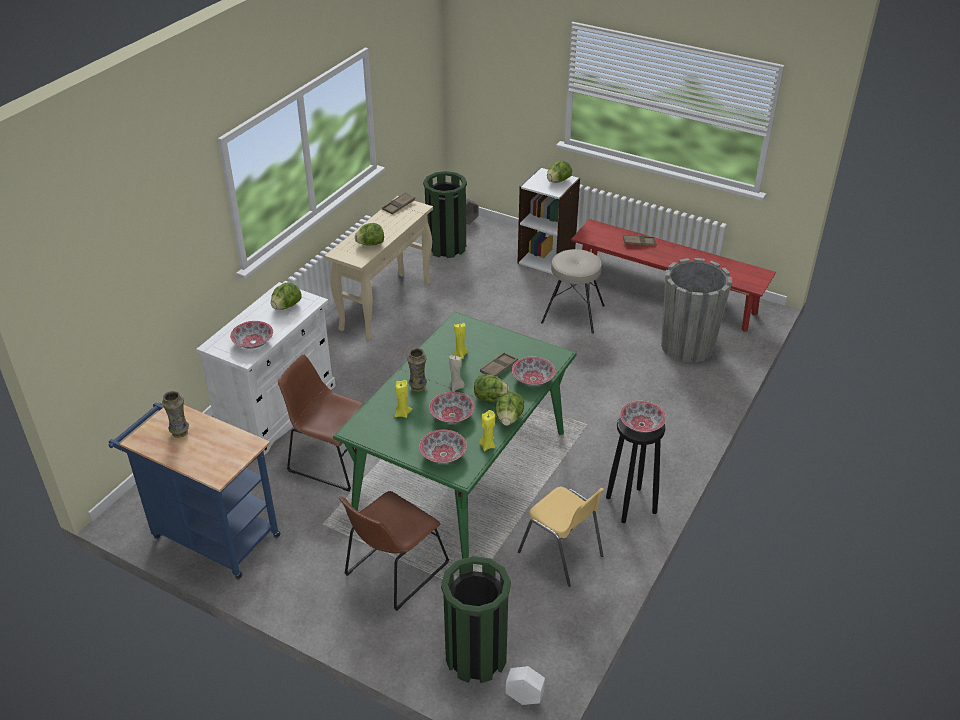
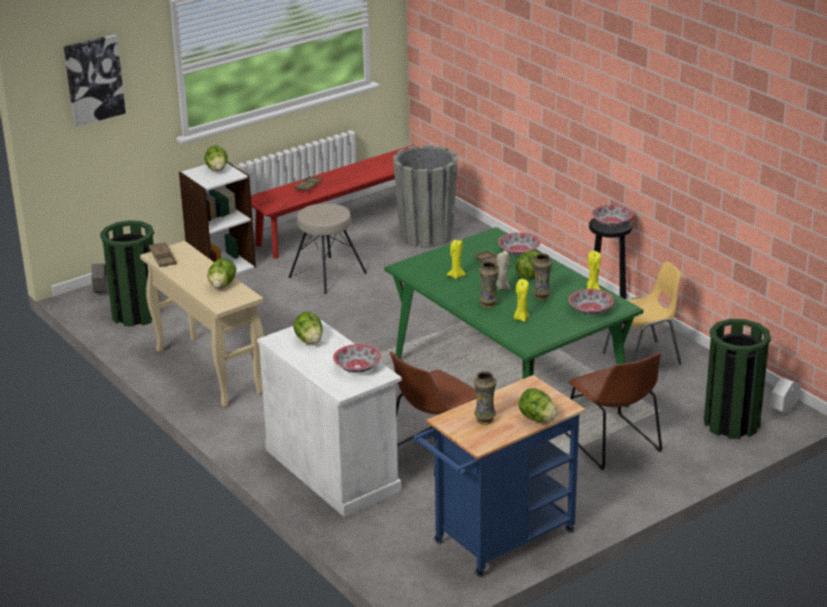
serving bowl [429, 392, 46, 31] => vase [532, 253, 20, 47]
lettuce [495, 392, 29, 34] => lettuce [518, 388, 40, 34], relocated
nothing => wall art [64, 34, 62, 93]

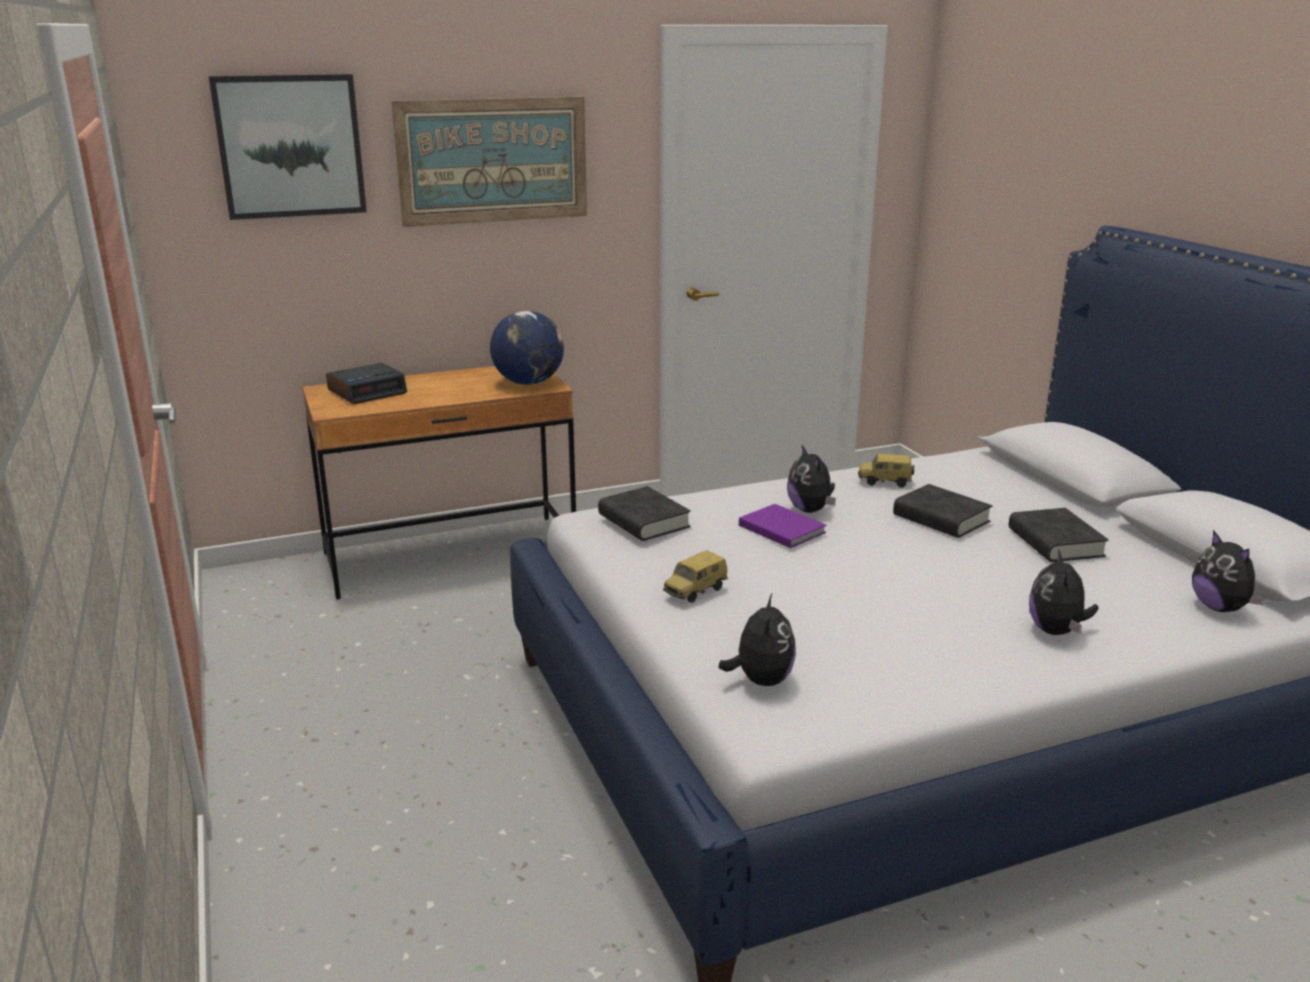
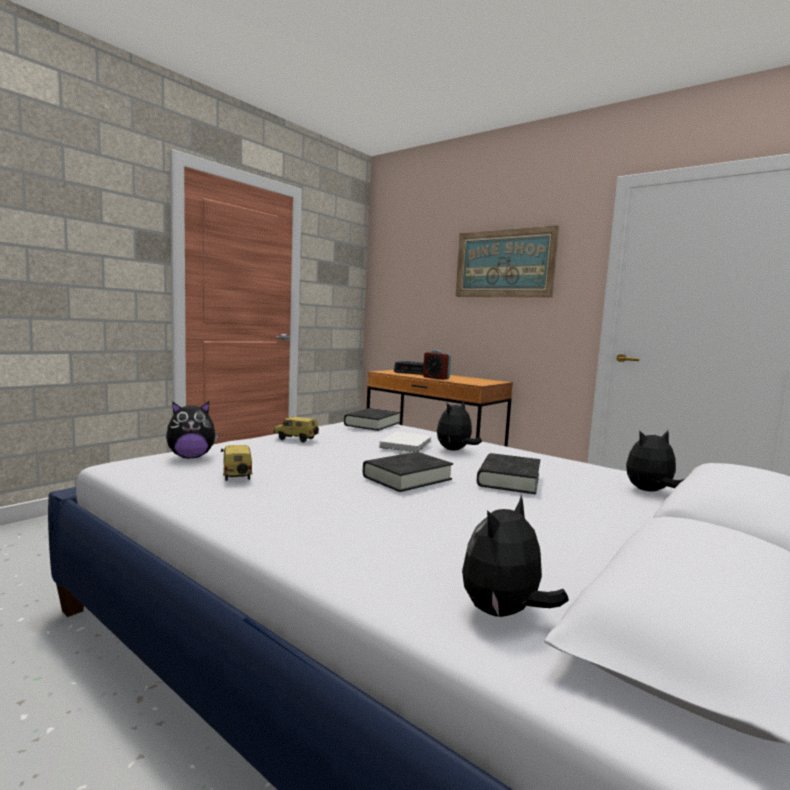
wall art [209, 74, 158, 146] => nothing
desk globe [490, 311, 74, 74] => nothing
purple volume [739, 504, 88, 44] => whitish volume [379, 432, 53, 20]
model car [858, 454, 56, 34] => model car [221, 445, 32, 36], relocated
blackish volume [1009, 508, 99, 54] => blackish volume [363, 452, 90, 40], relocated
cuddly toy [1029, 549, 69, 86] => cuddly toy [626, 430, 59, 62], relocated
nothing => bedside clock [423, 350, 28, 30]

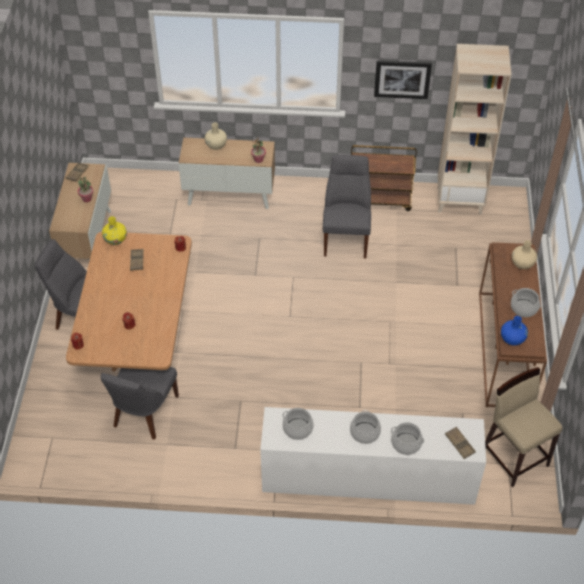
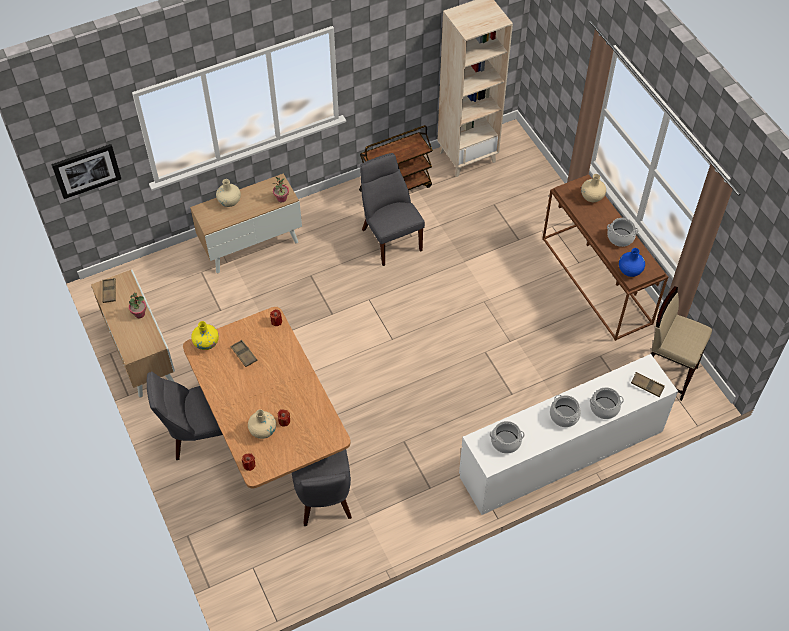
wall art [374, 60, 58, 39] => wall art [51, 144, 70, 55], relocated
nothing => beige vase [248, 409, 28, 30]

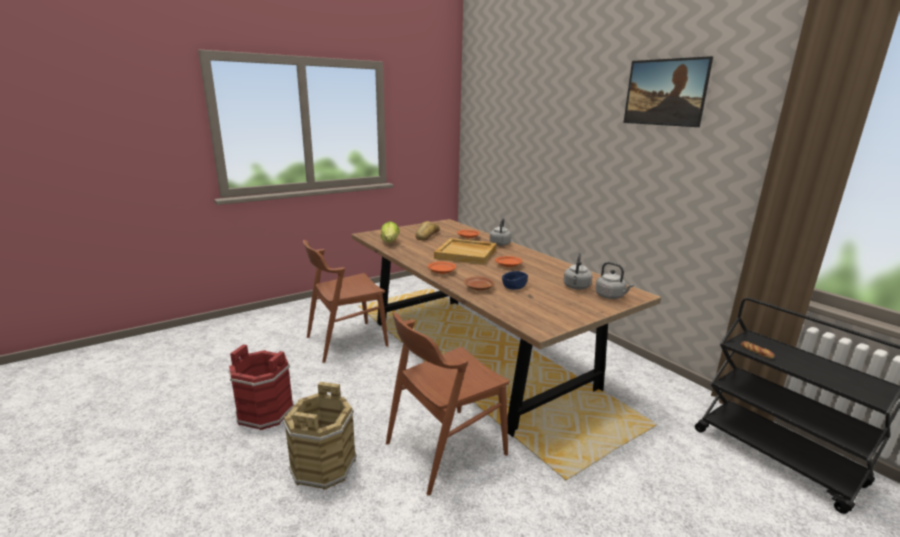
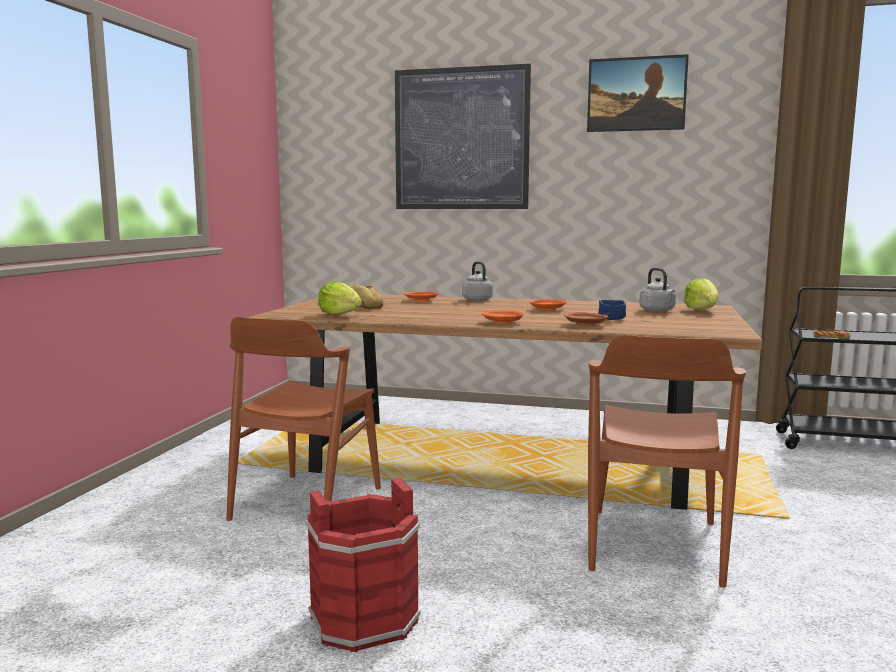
brown bucket [283, 382, 74, 107] => nothing
beige serving tray [434, 238, 62, 27] => nothing
gray water kettle [595, 262, 39, 37] => lettuce [684, 278, 35, 32]
nothing => wall art [395, 64, 136, 145]

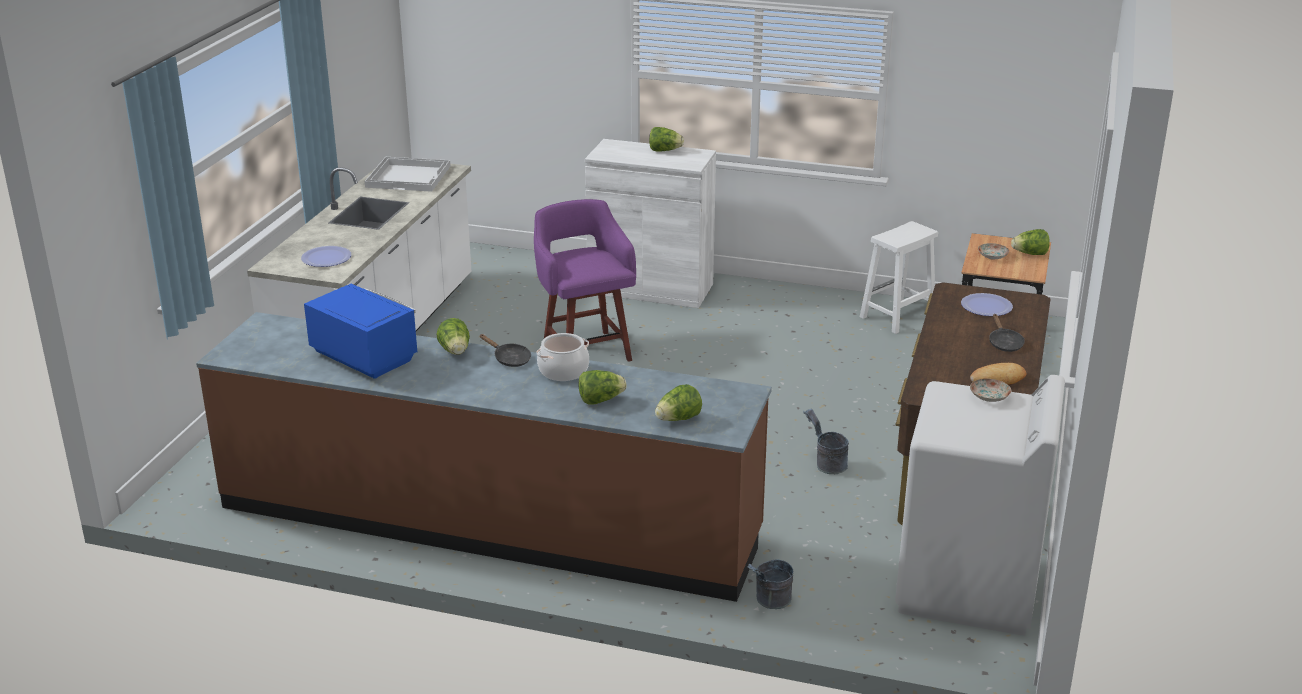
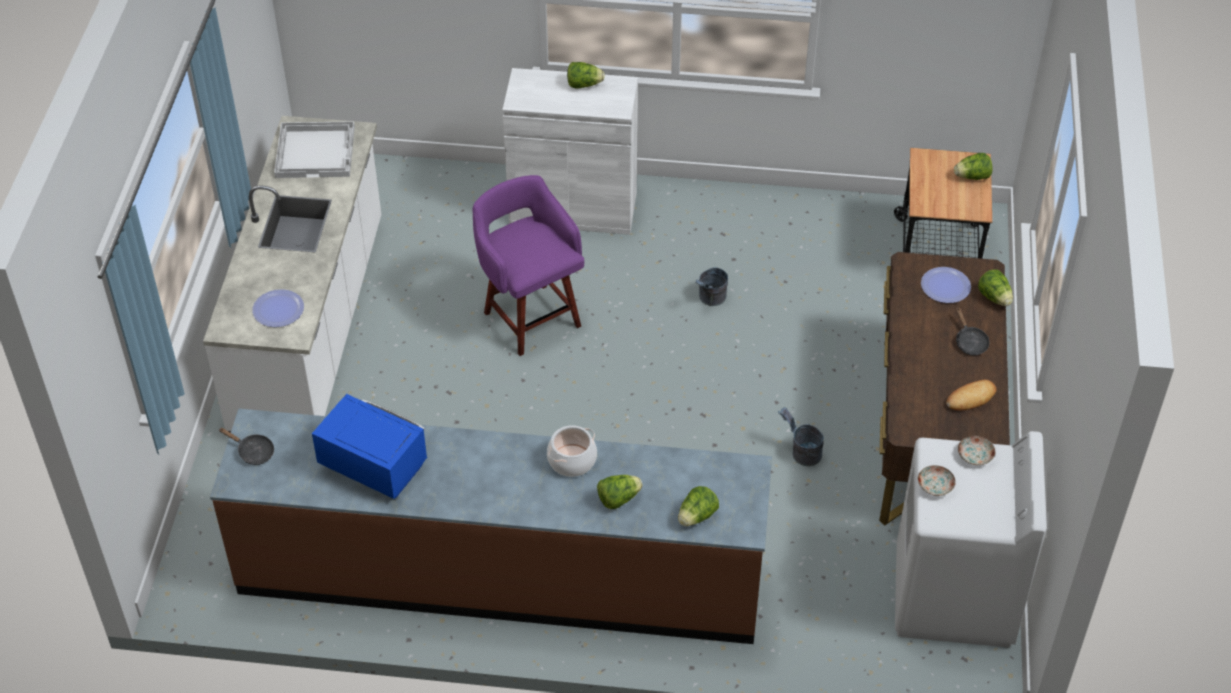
lettuce [436, 318, 34, 37] => lettuce [978, 269, 35, 37], relocated
blackish pan [480, 334, 51, 33] => blackish pan [219, 428, 55, 37], relocated
gray bucket [747, 560, 46, 49] => gray bucket [695, 267, 33, 39], relocated
whitish stool seat [860, 221, 78, 113] => nothing
plate [978, 243, 31, 17] => plate [918, 465, 38, 31], relocated

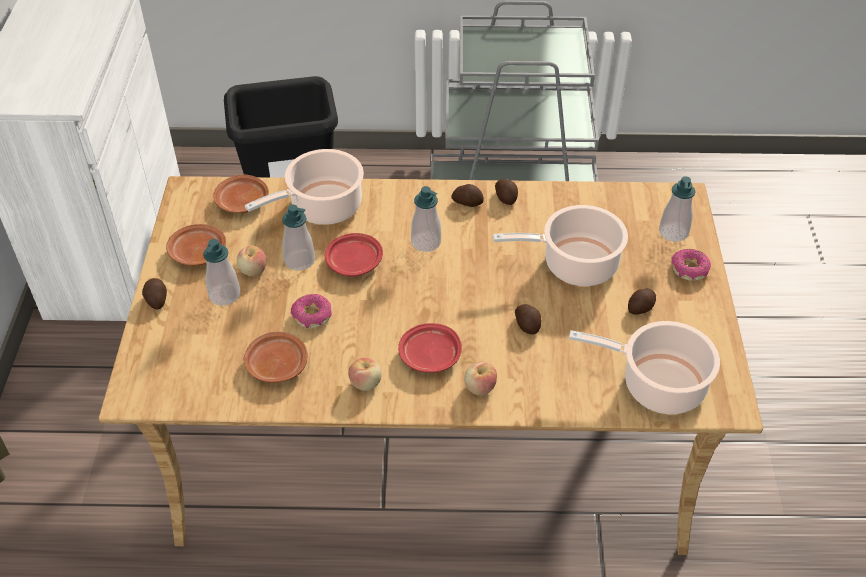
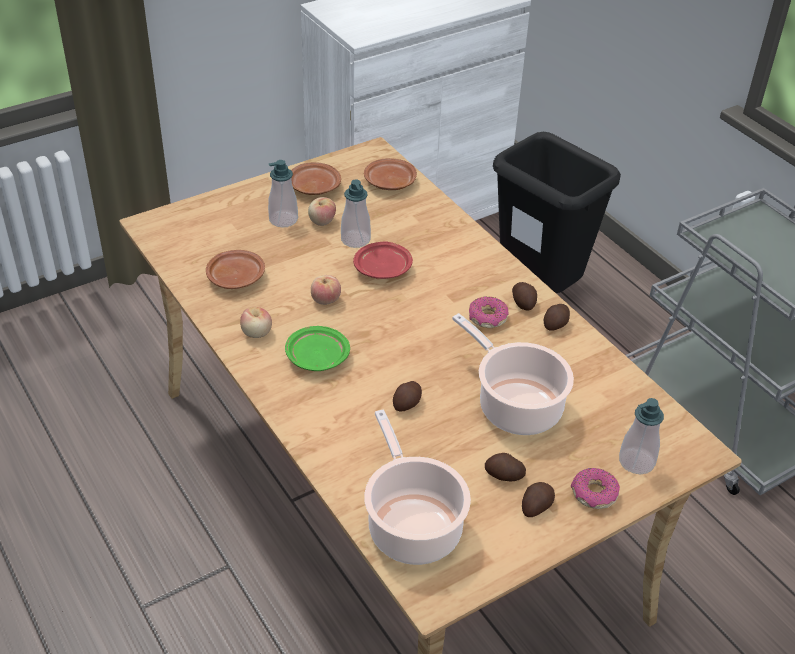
spud [142, 278, 25, 32] => spud [522, 482, 33, 35], relocated
cooking pot [245, 149, 119, 76] => nothing
doughnut [291, 294, 41, 34] => doughnut [469, 296, 40, 32], relocated
reddish plate [398, 323, 64, 50] => green plate [285, 326, 65, 45]
liquid soap bottle [411, 186, 30, 66] => nothing
apple fruit [464, 362, 33, 34] => apple fruit [311, 275, 30, 30], relocated

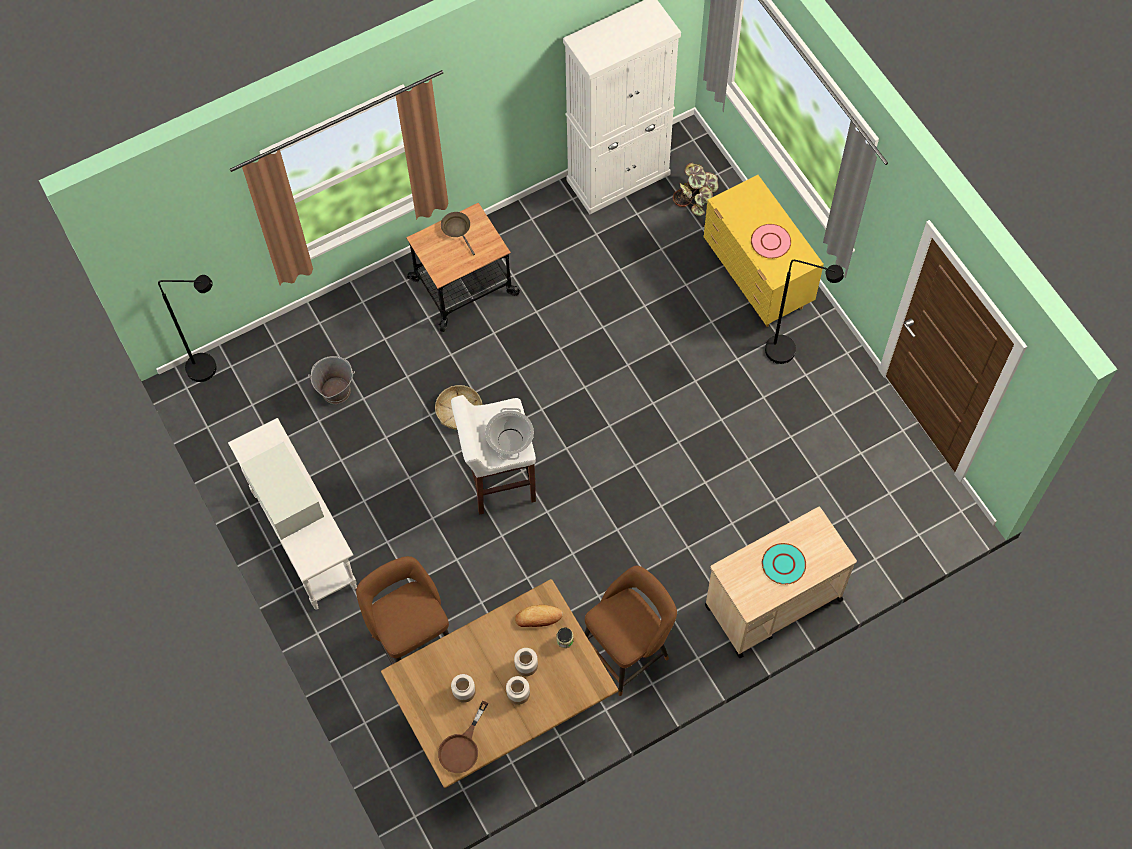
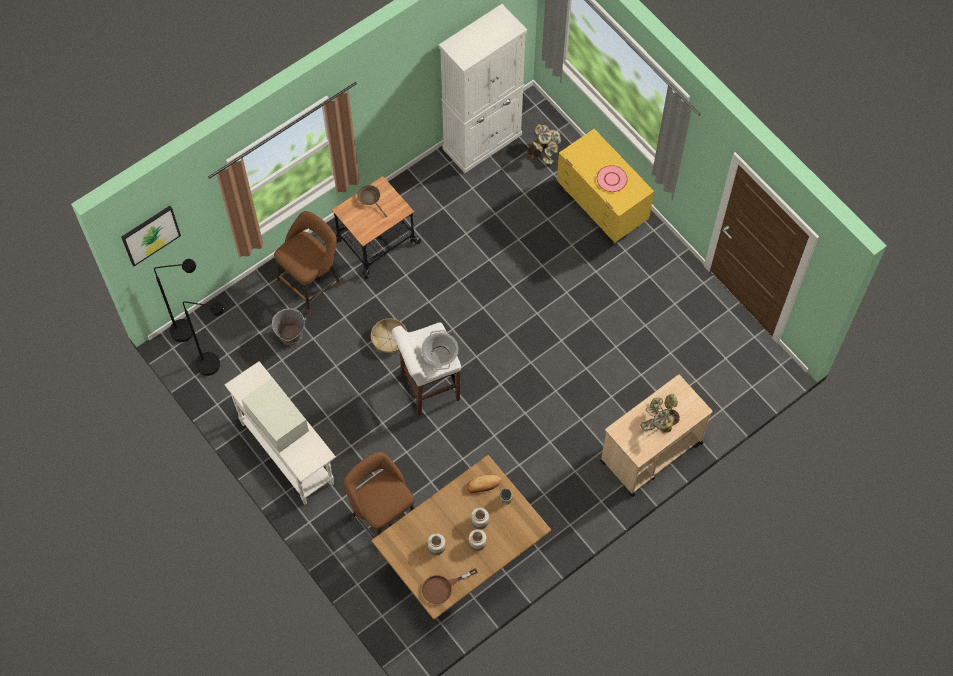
brown pan [438, 701, 50, 72] => brown pan [422, 568, 55, 36], 45 degrees clockwise
brown stool seat [585, 566, 92, 130] => brown stool seat [274, 211, 67, 103], relocated
turquoise plate [762, 543, 44, 42] => potted plant [640, 394, 40, 39]
blackish floor lamp [765, 260, 79, 104] => blackish floor lamp [183, 301, 42, 75], relocated
nothing => wall art [121, 206, 60, 60]

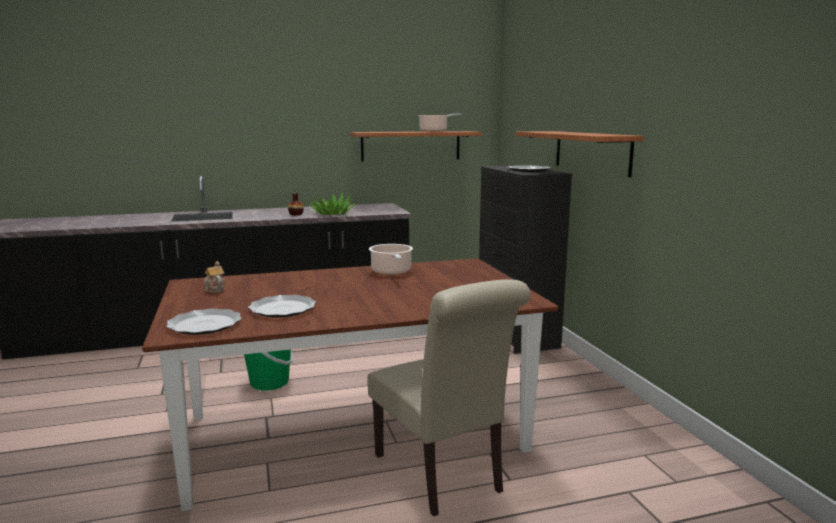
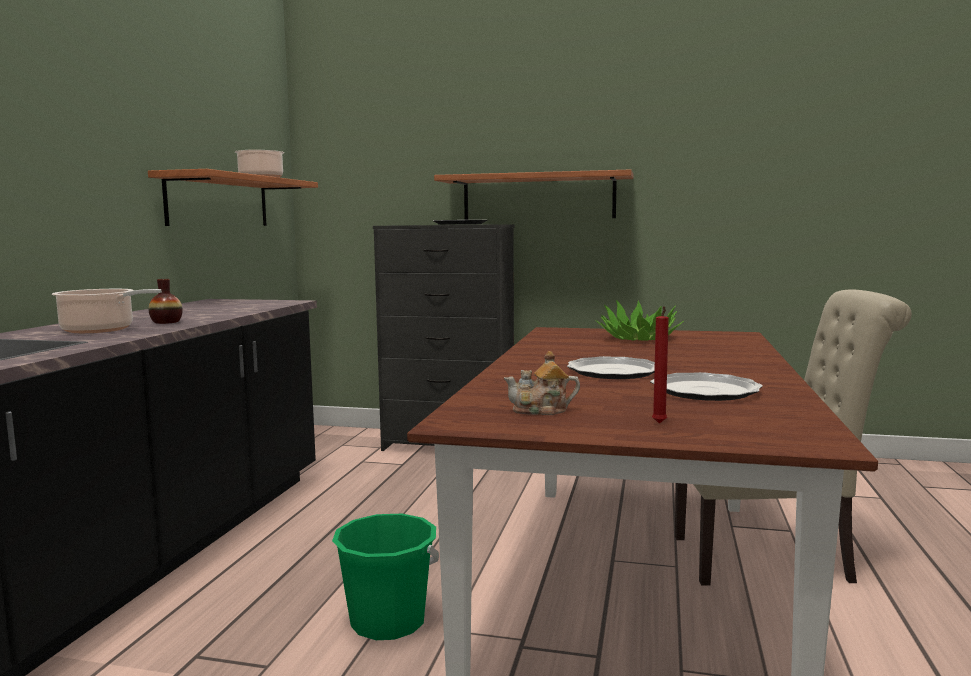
plate [166, 308, 76, 27] => plate [567, 356, 88, 23], relocated
potted plant [309, 193, 46, 22] => potted plant [595, 300, 89, 41], relocated
cooking pot [369, 244, 44, 31] => cooking pot [52, 289, 110, 44], relocated
nothing => reddish wax light [652, 306, 17, 118]

